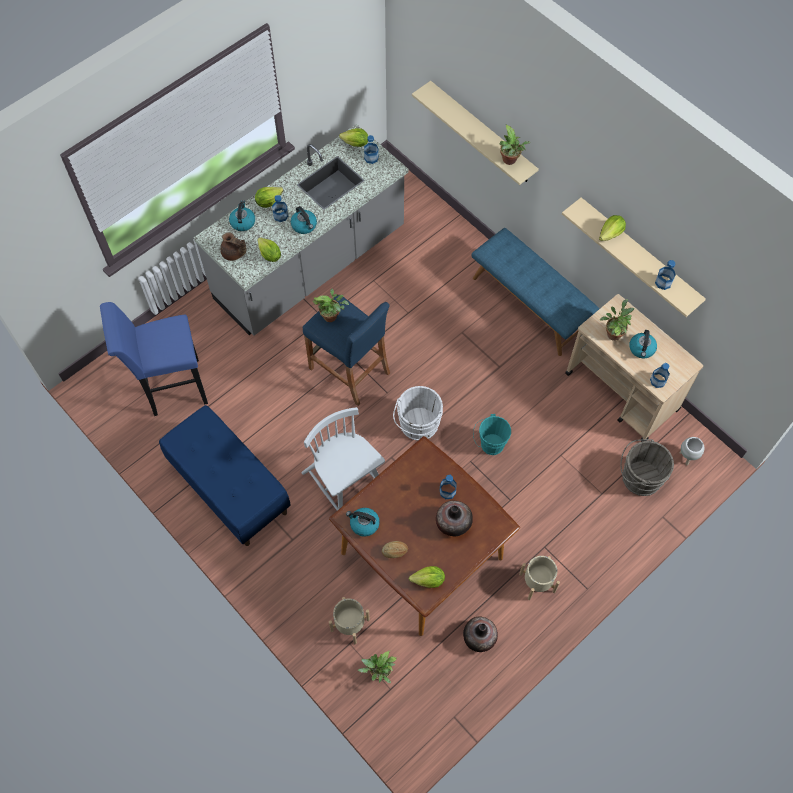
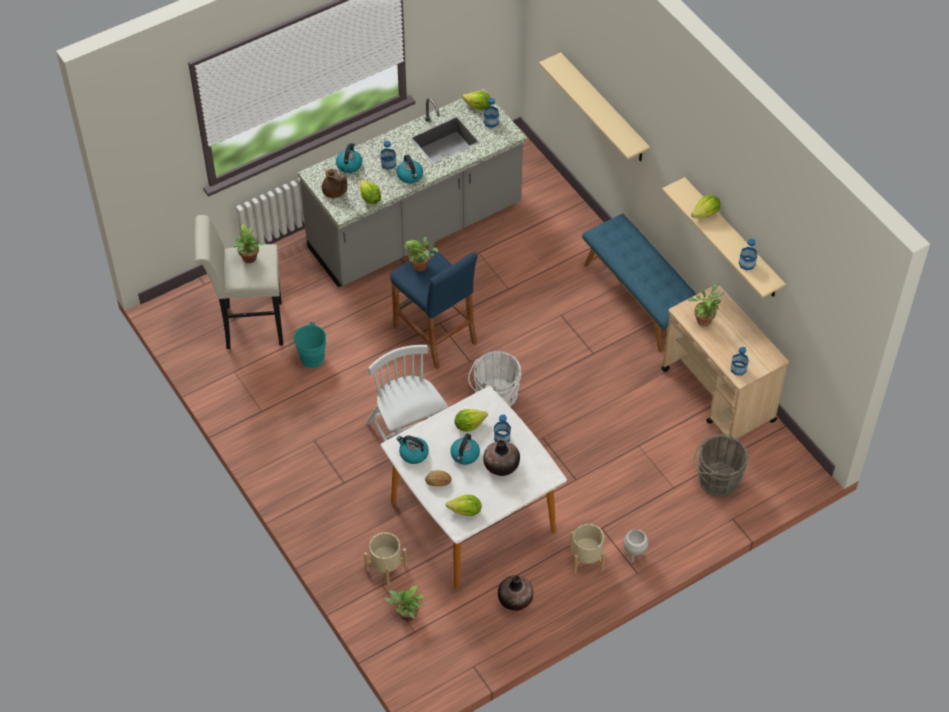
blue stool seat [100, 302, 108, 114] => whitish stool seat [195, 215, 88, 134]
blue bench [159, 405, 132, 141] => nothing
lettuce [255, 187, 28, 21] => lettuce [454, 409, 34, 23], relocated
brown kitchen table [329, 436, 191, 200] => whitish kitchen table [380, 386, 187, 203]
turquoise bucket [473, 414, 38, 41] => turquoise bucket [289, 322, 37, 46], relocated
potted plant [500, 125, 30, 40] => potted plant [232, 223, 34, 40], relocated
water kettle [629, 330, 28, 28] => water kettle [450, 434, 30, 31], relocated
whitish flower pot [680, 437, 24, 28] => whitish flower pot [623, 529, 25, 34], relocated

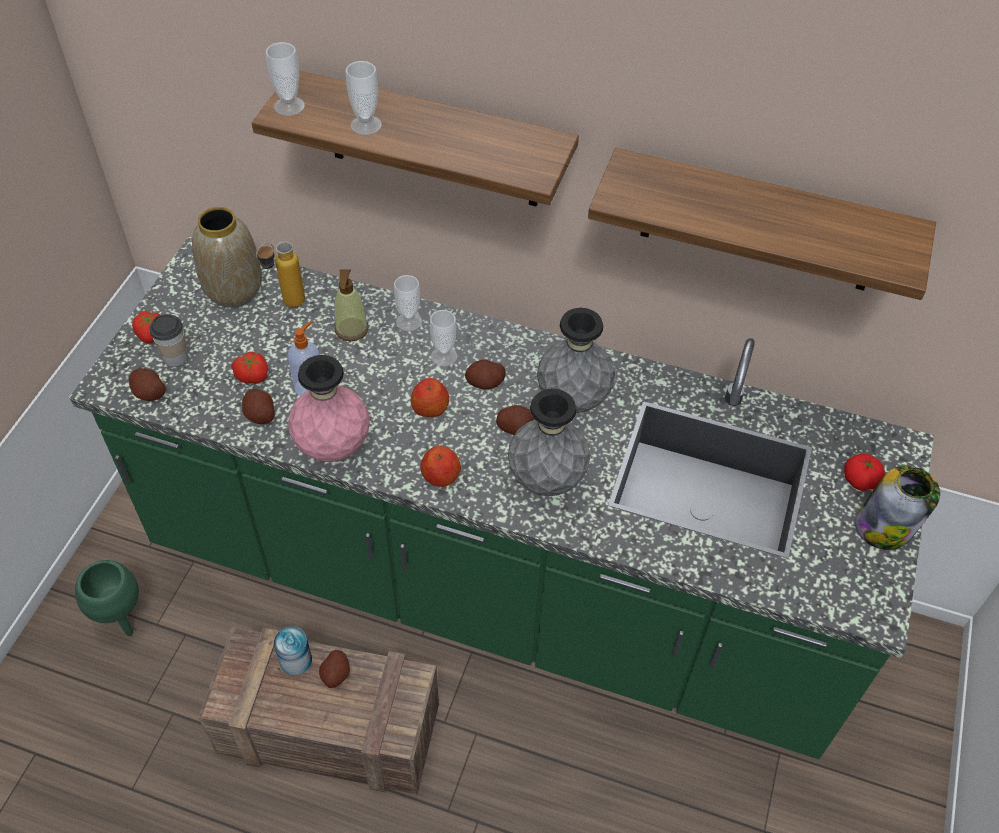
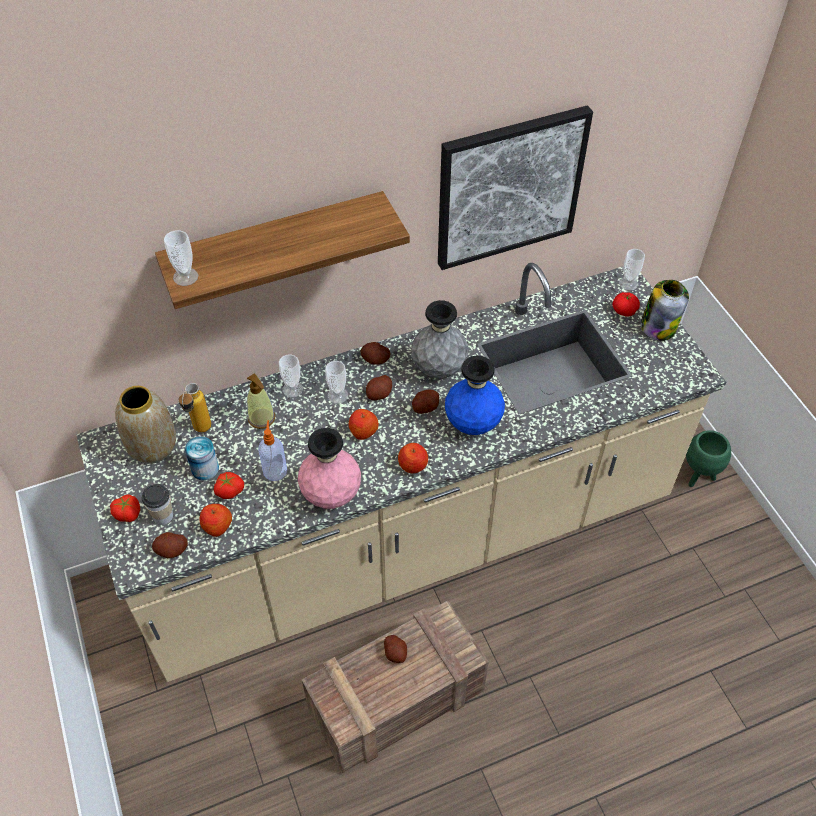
green counter [69, 237, 865, 522] => beige counter [76, 263, 650, 419]
green flower pot [75, 560, 64, 76] => green flower pot [686, 430, 45, 57], relocated
spud [242, 389, 33, 35] => spud [360, 342, 31, 23], relocated
metal can [274, 626, 38, 49] => metal can [185, 436, 34, 44], relocated
cup [345, 61, 37, 74] => cup [619, 249, 26, 41], relocated
gray vase [508, 389, 82, 107] => blue vase [445, 356, 60, 79]
wall shelf [588, 148, 348, 152] => wall art [438, 105, 155, 165]
nothing => apple fruit [199, 504, 33, 33]

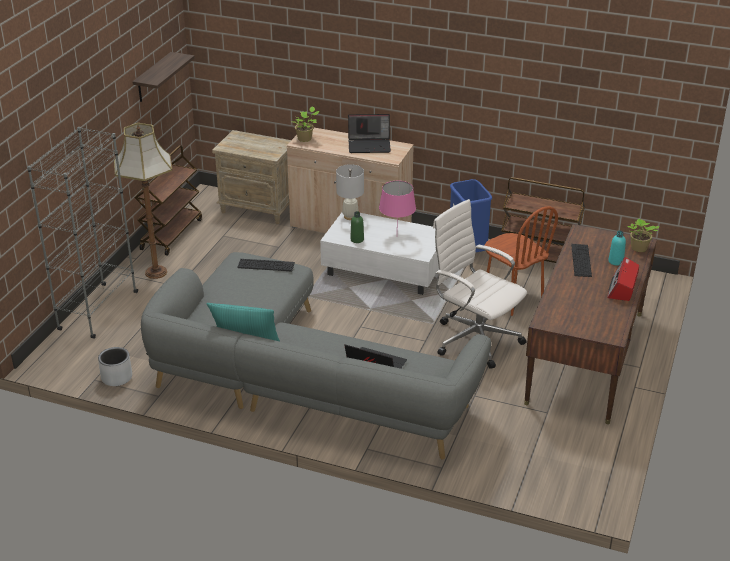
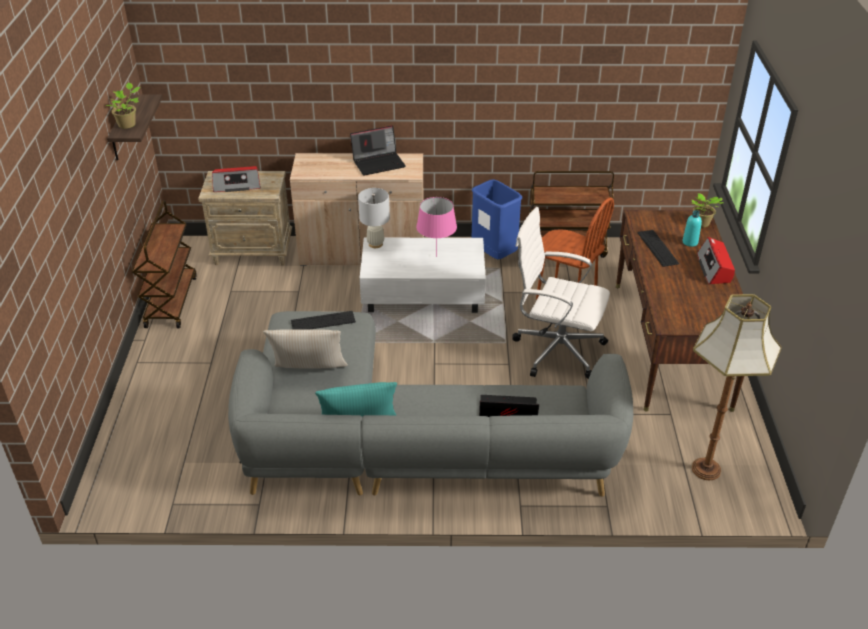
gray bookcase [27, 127, 111, 212] => nothing
gray flower pot [98, 347, 34, 39] => nothing
floor lamp [114, 123, 58, 156] => floor lamp [692, 294, 90, 186], relocated
potted plant [291, 106, 29, 36] => potted plant [106, 82, 34, 47], relocated
green drink bottle [350, 211, 14, 32] => nothing
nothing => radio set [212, 166, 49, 26]
nothing => beige pillow [263, 329, 85, 39]

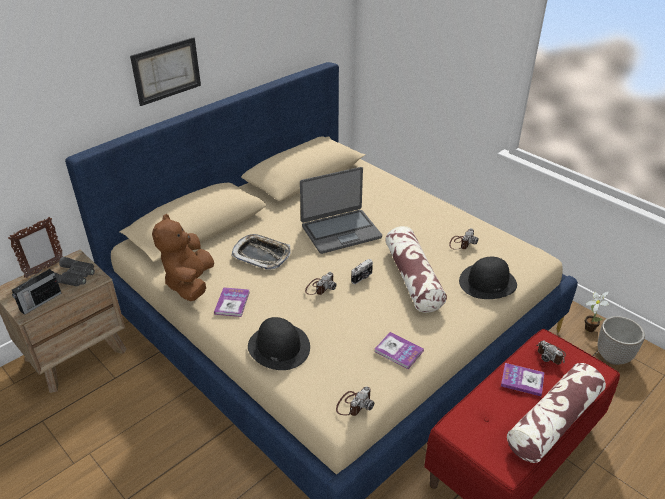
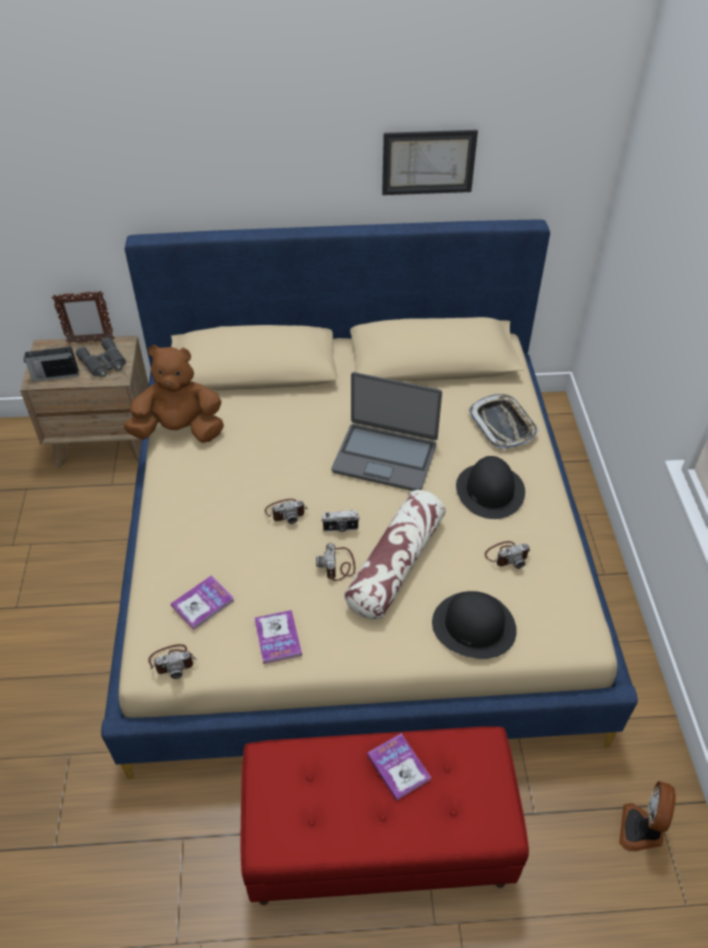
wall art [130, 37, 71, 69] => wall art [382, 130, 96, 65], relocated
brown cuddly toy [152, 214, 62, 87] => brown cuddly toy [124, 345, 100, 98], 45 degrees clockwise
volume [214, 287, 36, 30] => volume [171, 575, 63, 55], relocated
serving tray [231, 234, 60, 36] => serving tray [468, 394, 72, 55], relocated
blackish clothing hat [248, 317, 62, 53] => blackish clothing hat [456, 456, 69, 63], relocated
pillow [507, 363, 99, 100] => nothing
still camera [536, 341, 30, 24] => still camera [316, 543, 40, 38], relocated
potted plant [585, 292, 25, 40] => nothing
flower pot [598, 316, 47, 49] => fan [619, 781, 57, 70]

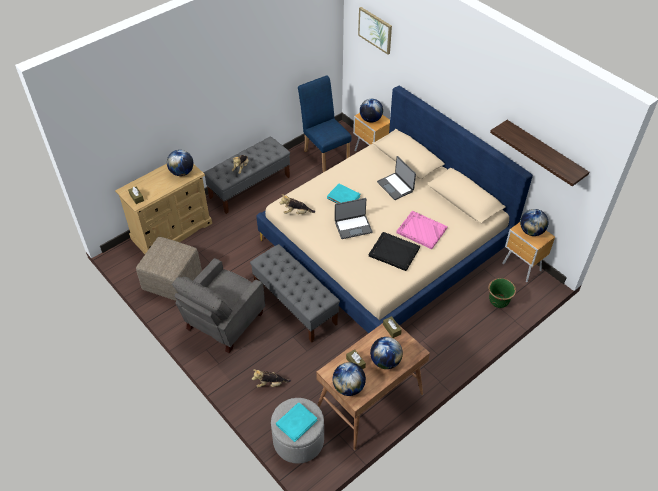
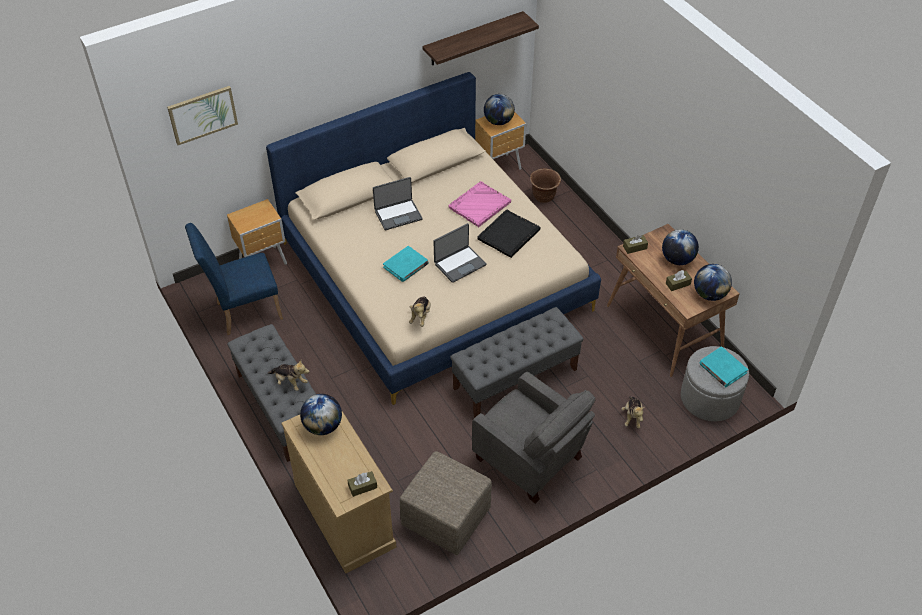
notebook computer [335, 198, 38, 41] => notebook computer [433, 223, 54, 60], 60 degrees clockwise
desk globe [360, 99, 23, 24] => nothing
green flower pot [488, 278, 28, 30] => brown flower pot [530, 169, 31, 34]

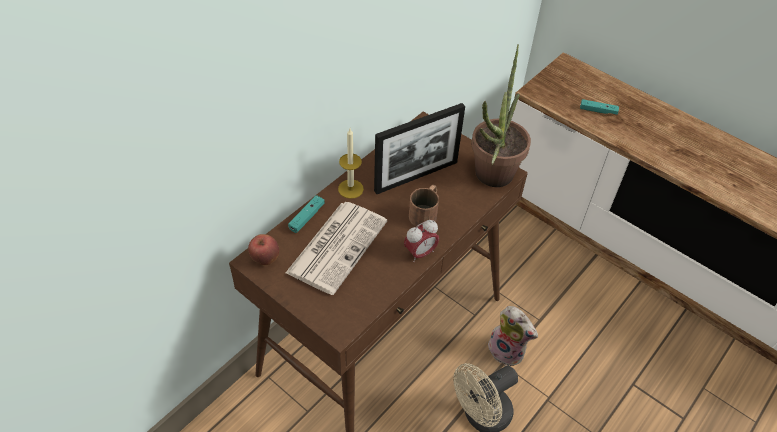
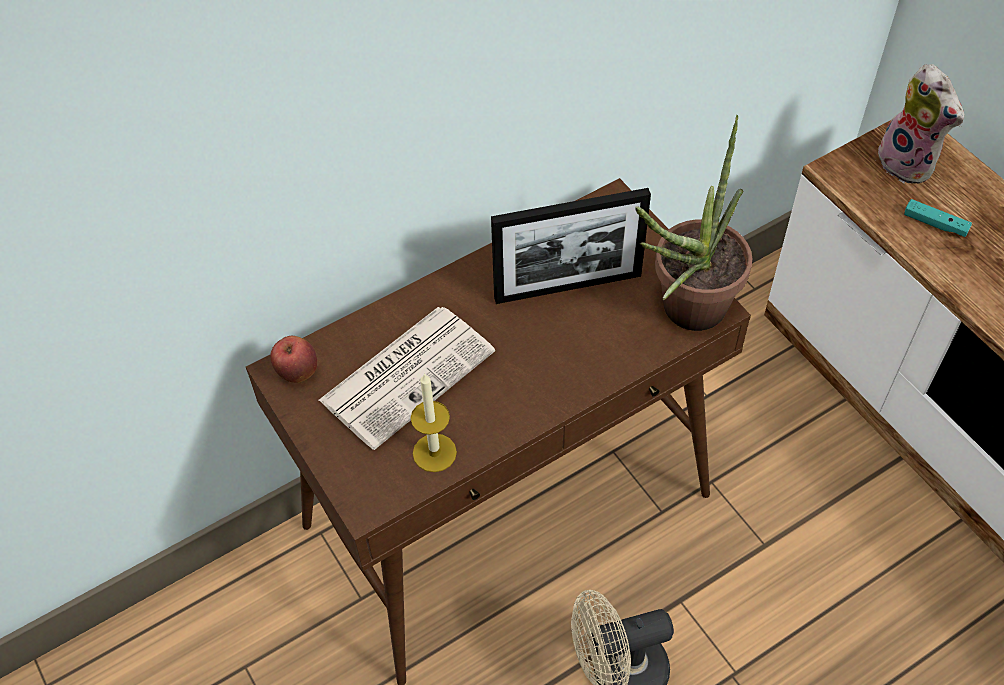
turquoise game controller [288, 195, 37, 38] => nothing
wax light [338, 129, 26, 70] => wax light [411, 373, 46, 99], relocated
bedside clock [404, 220, 35, 42] => nothing
brown coffee mug [409, 185, 30, 42] => nothing
cuddly toy [486, 306, 52, 60] => cuddly toy [878, 64, 86, 120], relocated

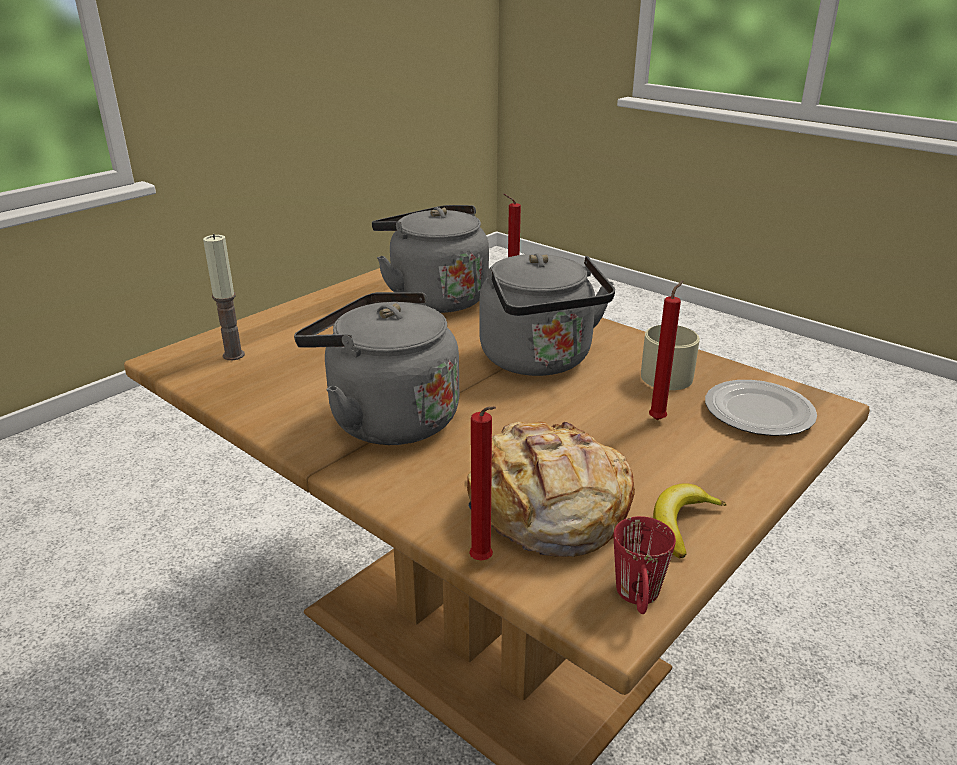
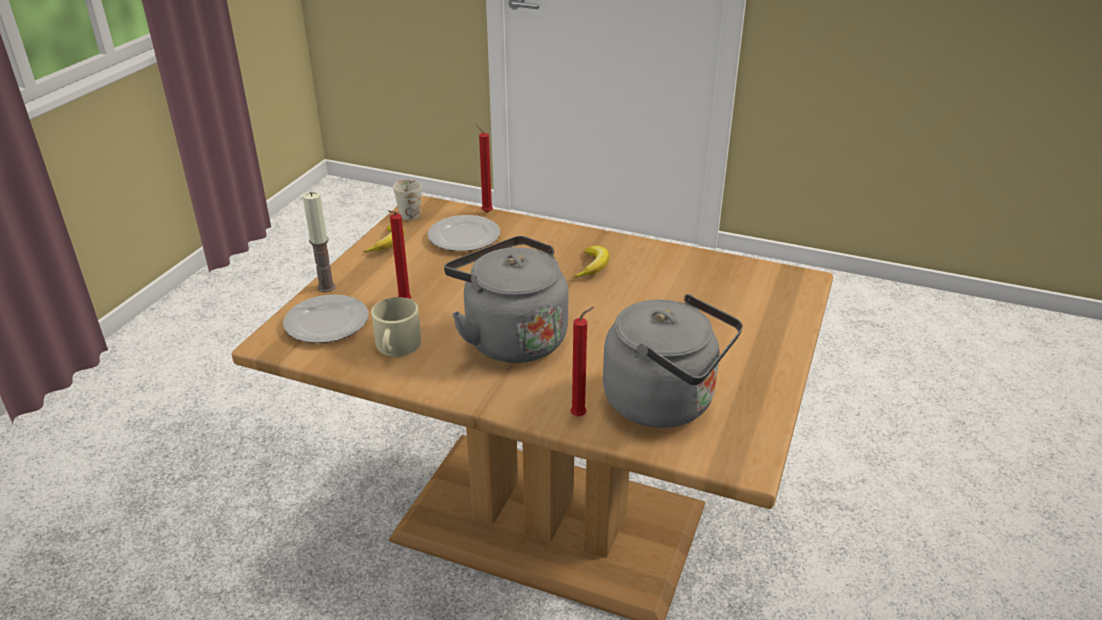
wax light [203, 234, 42, 126] => wax light [303, 191, 33, 101], relocated
gray water kettle [294, 292, 165, 153] => banana [573, 246, 36, 32]
bakery bread [467, 421, 168, 136] => plate [428, 215, 72, 36]
reddish coffee mug [614, 516, 62, 98] => whitish coffee mug [393, 179, 29, 41]

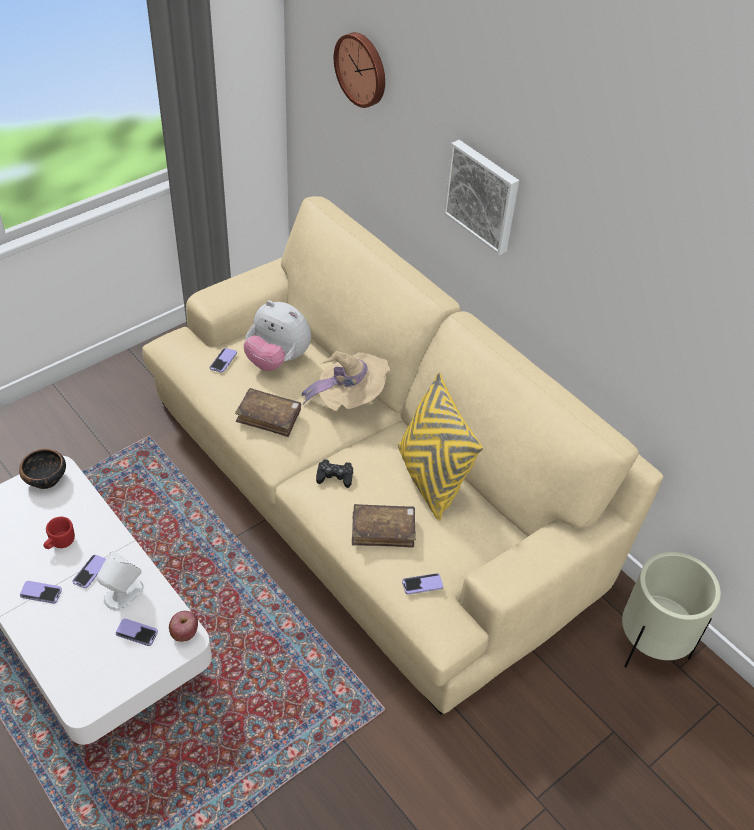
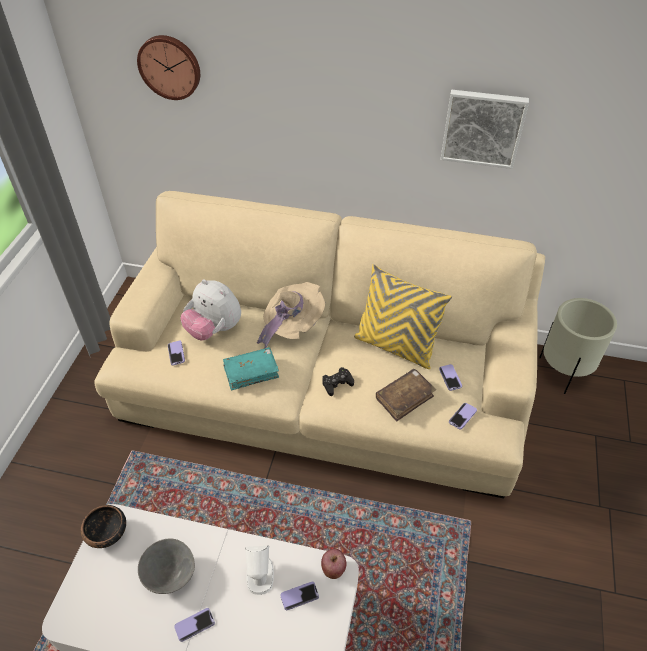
reddish coffee mug [43, 517, 32, 32] => gray serving bowl [138, 539, 57, 55]
handset [72, 555, 34, 33] => handset [439, 364, 23, 27], relocated
brown volume [235, 388, 66, 49] => turquoise volume [223, 347, 56, 44]
cuddly toy [244, 301, 67, 70] => cuddly toy [181, 279, 60, 61], 45 degrees clockwise
wall art [443, 140, 76, 115] => wall art [440, 90, 89, 79], relocated

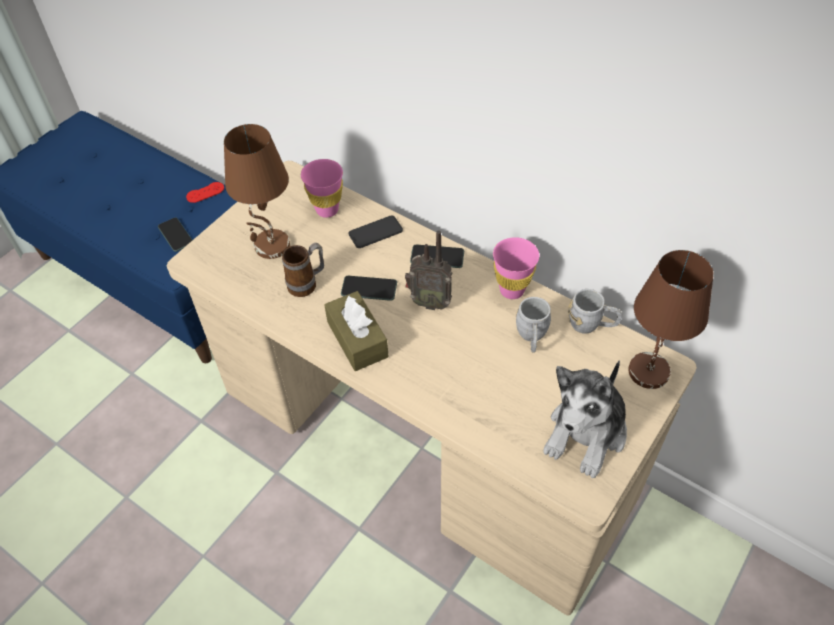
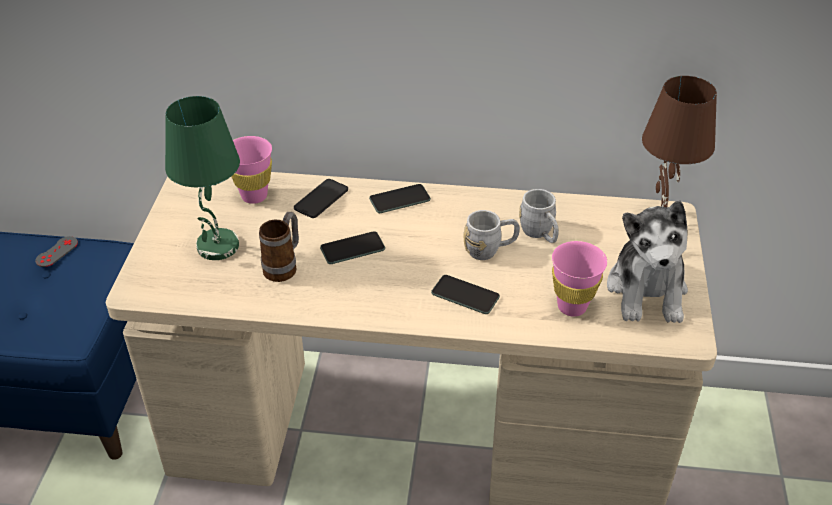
handset [158, 218, 34, 34] => handset [431, 275, 69, 39], relocated
reddish game controller [186, 182, 38, 21] => gray game controller [35, 236, 43, 31]
brown lamp for a table [224, 124, 66, 135] => green lamp for a table [165, 96, 75, 164]
brown tissue box [324, 291, 65, 80] => nothing
radio set [405, 230, 47, 80] => nothing
pink-coloured cup [493, 237, 46, 62] => pink-coloured cup [552, 241, 55, 75], relocated
gray coffee mug [568, 289, 54, 45] => gray coffee mug [463, 210, 57, 50], relocated

